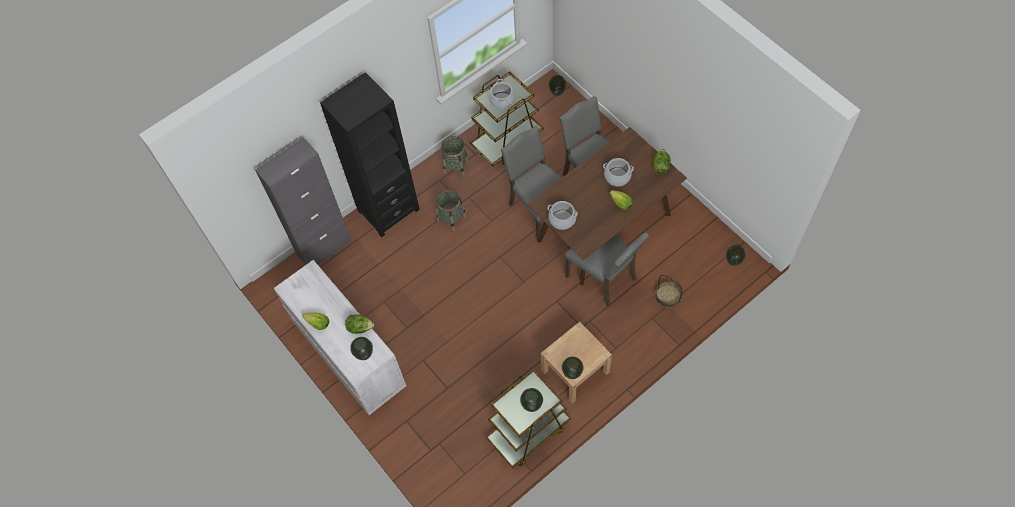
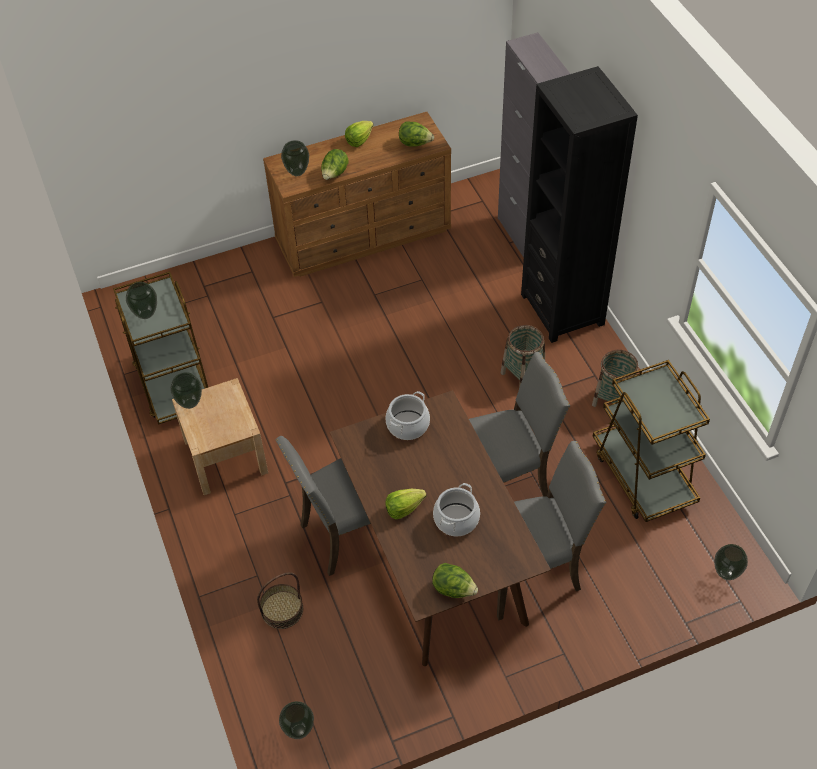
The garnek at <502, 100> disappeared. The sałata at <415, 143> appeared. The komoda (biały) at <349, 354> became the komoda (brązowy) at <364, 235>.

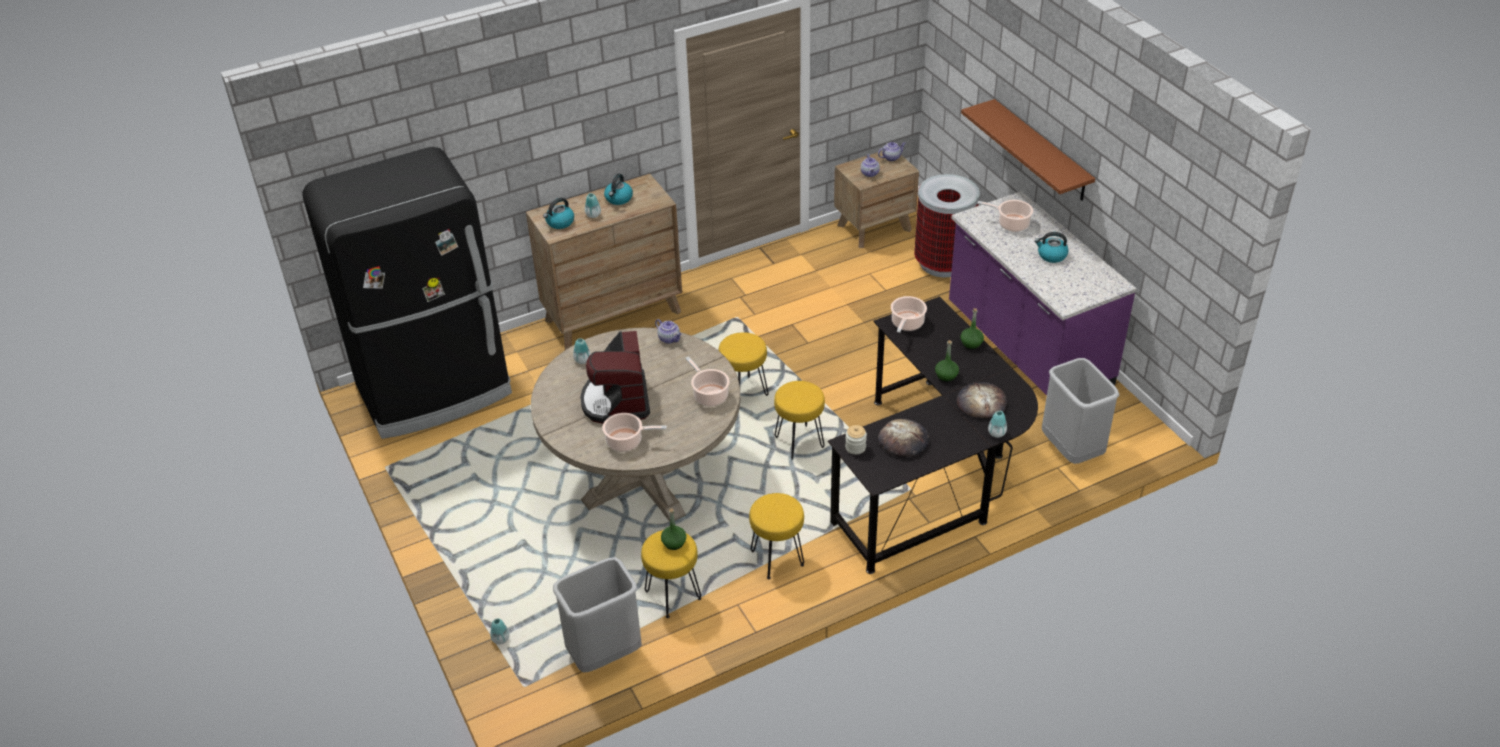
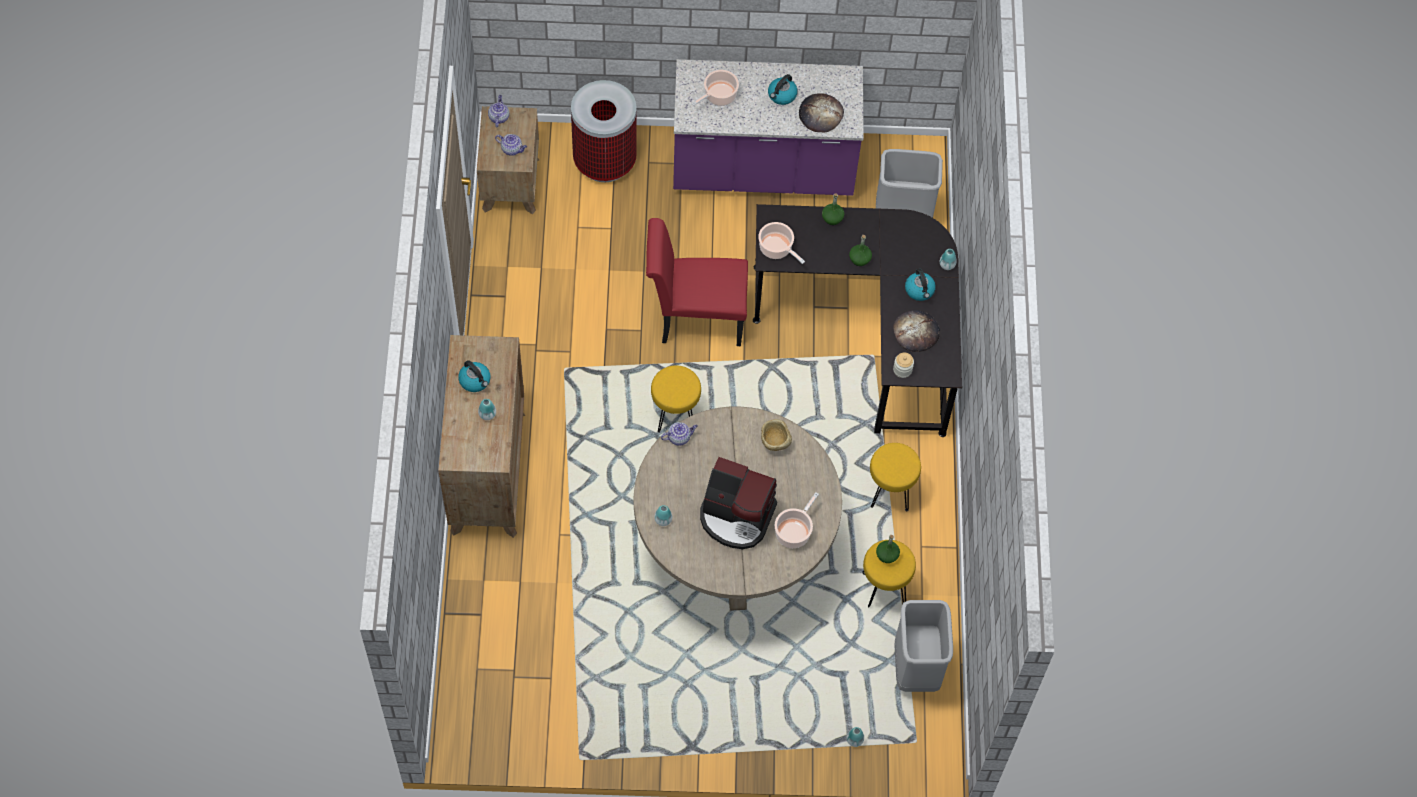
The lodówka (czarny) at <435, 391> disappeared. The stołek (żółty) at <800, 443> disappeared. The półka (brązowy) at <1041, 151> disappeared. The krzesło (czerwony) at <694, 318> appeared. The czajnik moved from <560, 222> to <919, 290>. The chleb moved from <981, 402> to <820, 114>. The garnek at <709, 395> was replaced by the miska (beżowy) at <775, 442>.

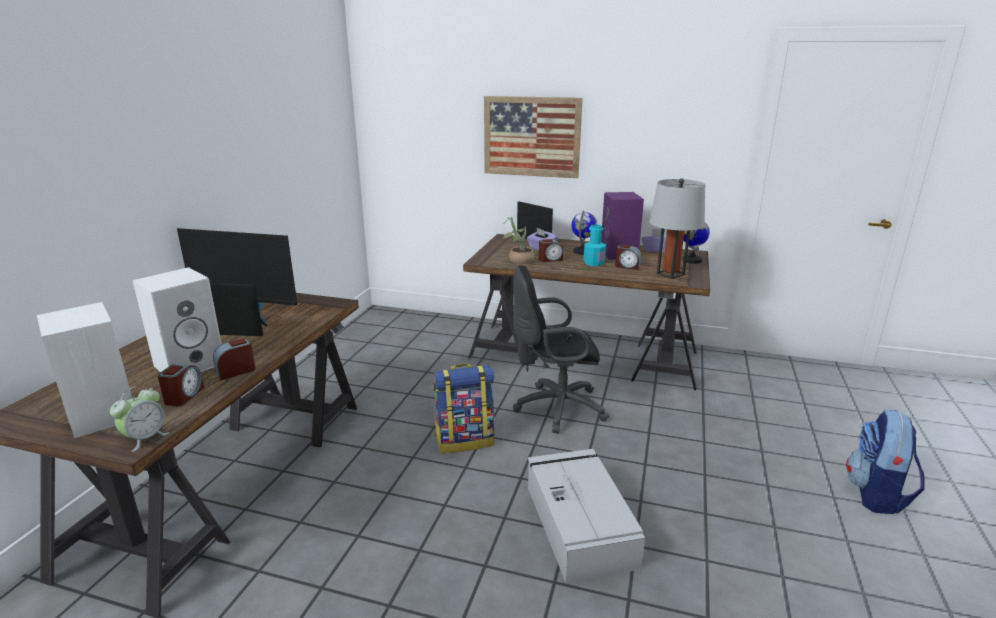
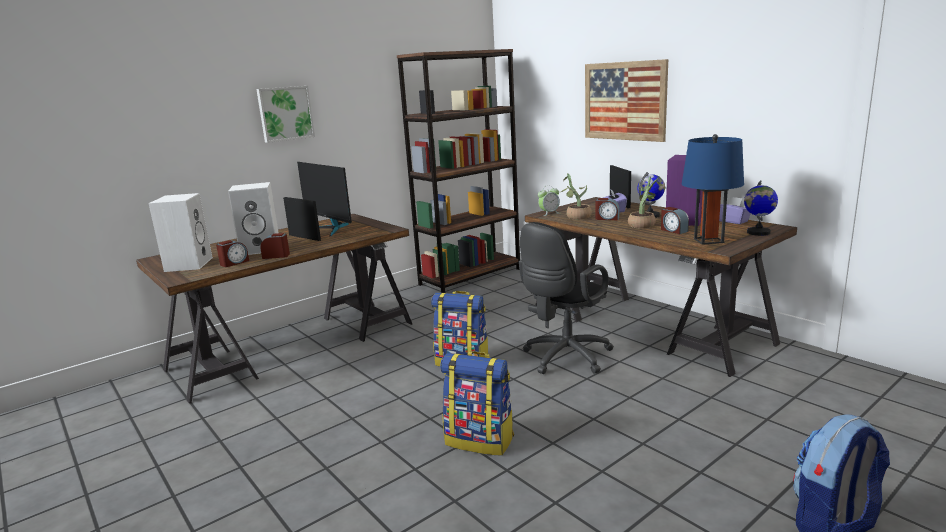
The obraz at <285, 113> appeared. The regał (brązowy) at <470, 276> appeared. The budzik moved from <145, 438> to <549, 213>. The pojemnik do przechowywania (szary) at <579, 523> was replaced by the plecak at <480, 440>. The butelka (turkusowy) at <593, 263> was replaced by the roślina doniczkowa at <644, 225>. The lampa stołowa (szary) at <670, 274> became the lampa stołowa (niebieski) at <708, 240>. The krzesło biurowe (czarny) at <555, 408> turned 75 degrees counterclockwise.

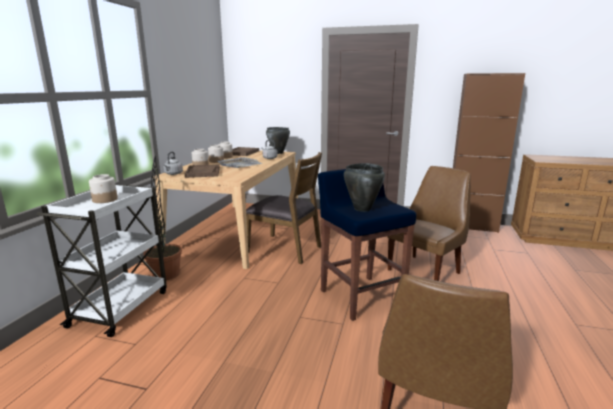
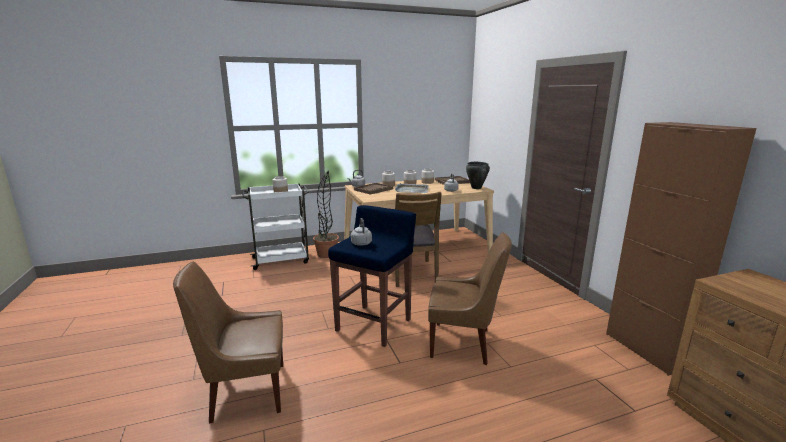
The garnek (czarny) at <362, 209> was replaced by the czajnik (szary) at <361, 243>.

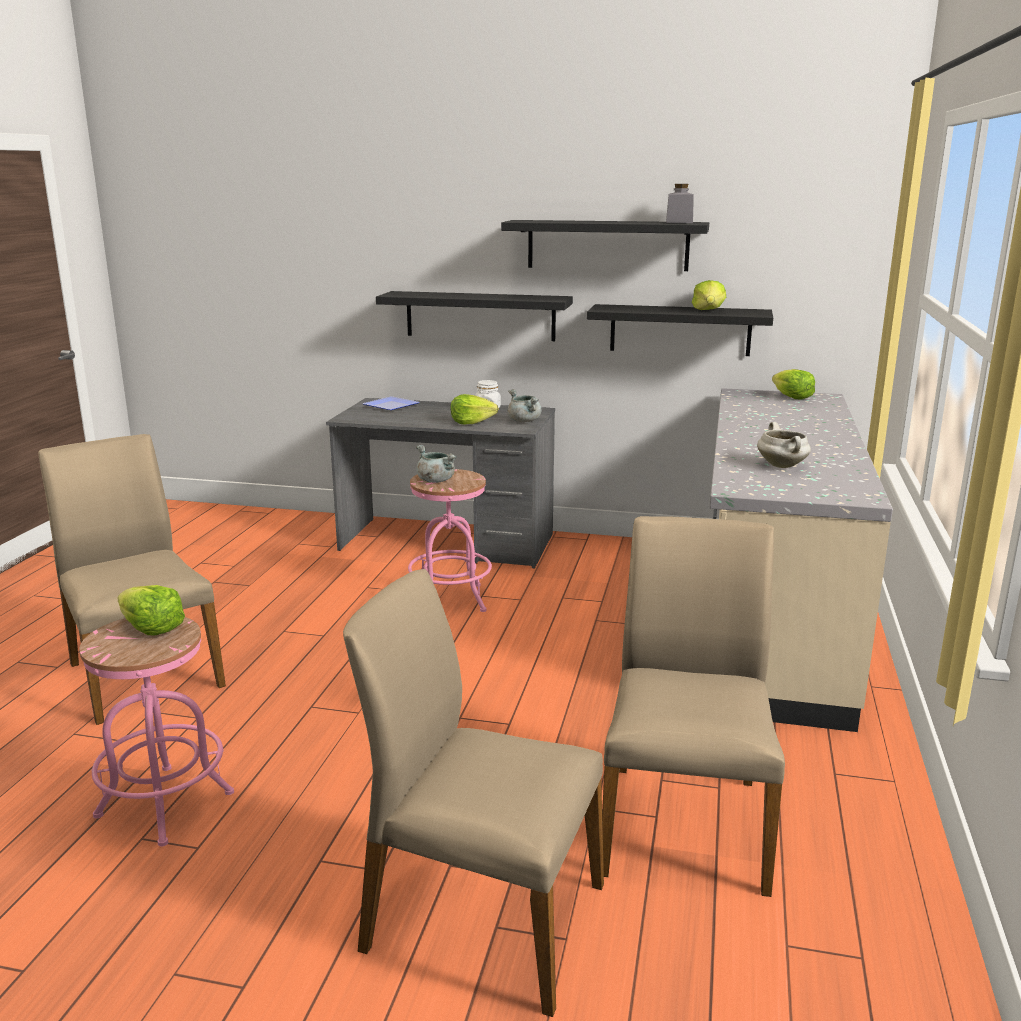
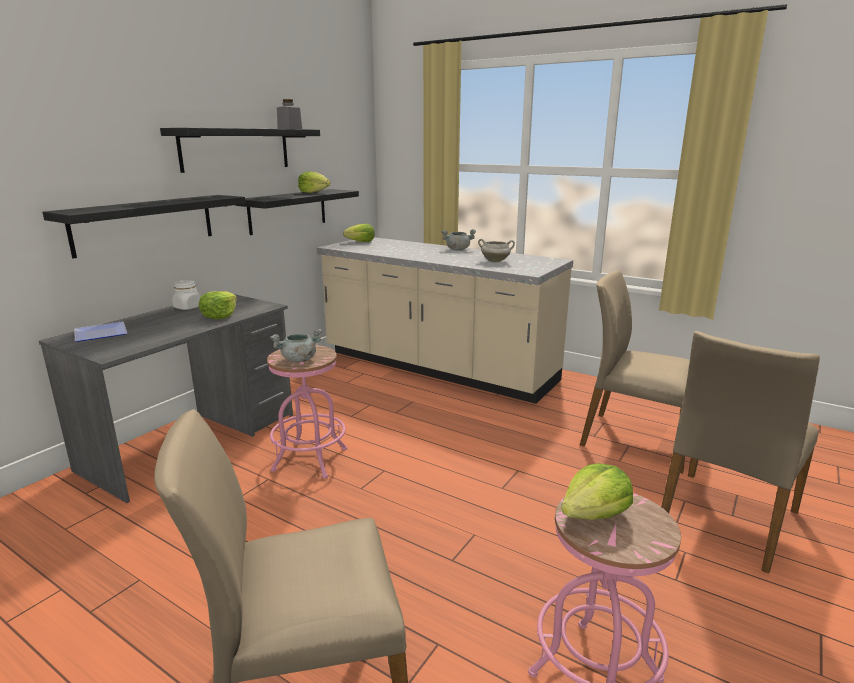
The garnek (szary) moved from <524, 421> to <458, 249>.

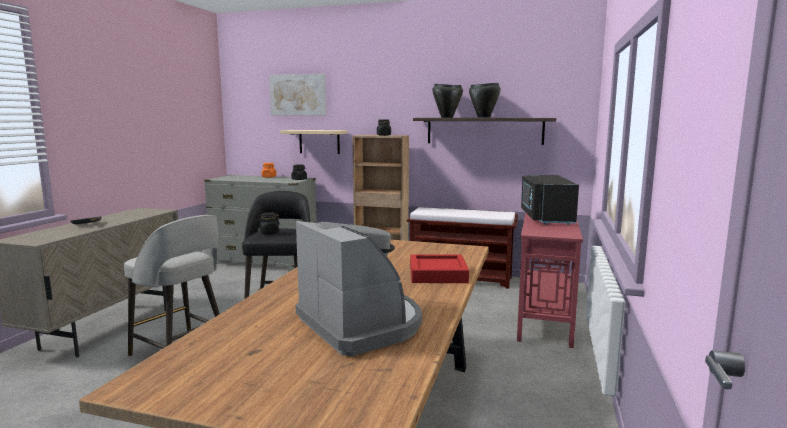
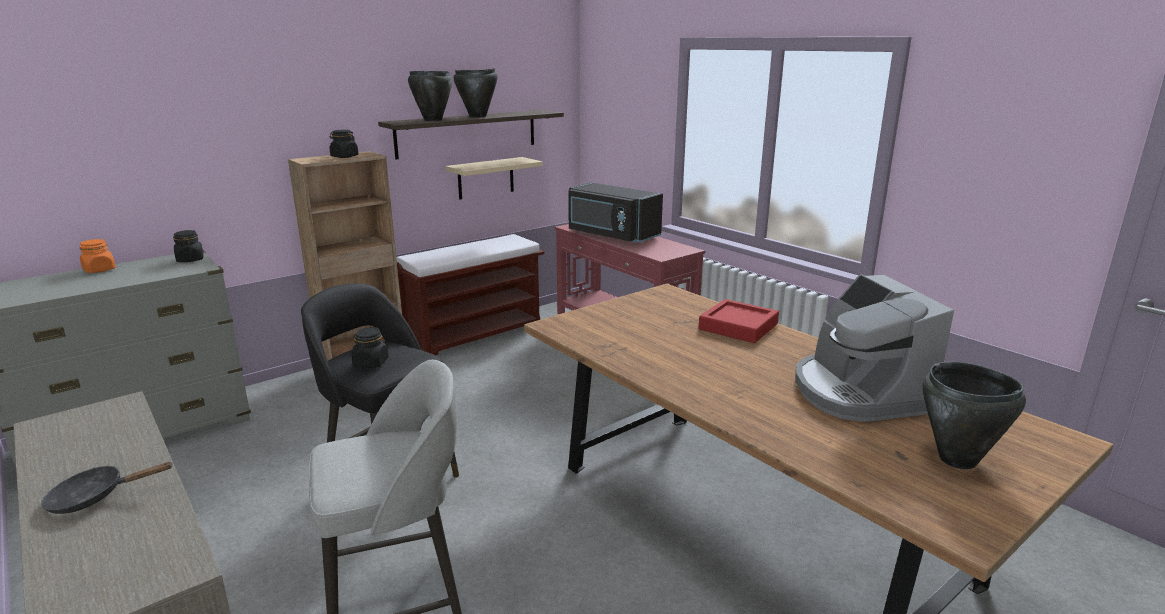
The obraz at <298, 95> disappeared. The garnek (czarny) at <957, 460> appeared. The półka (beżowy) moved from <319, 141> to <486, 178>. The ekspres do kawy at <361, 324> turned 105 degrees counterclockwise.

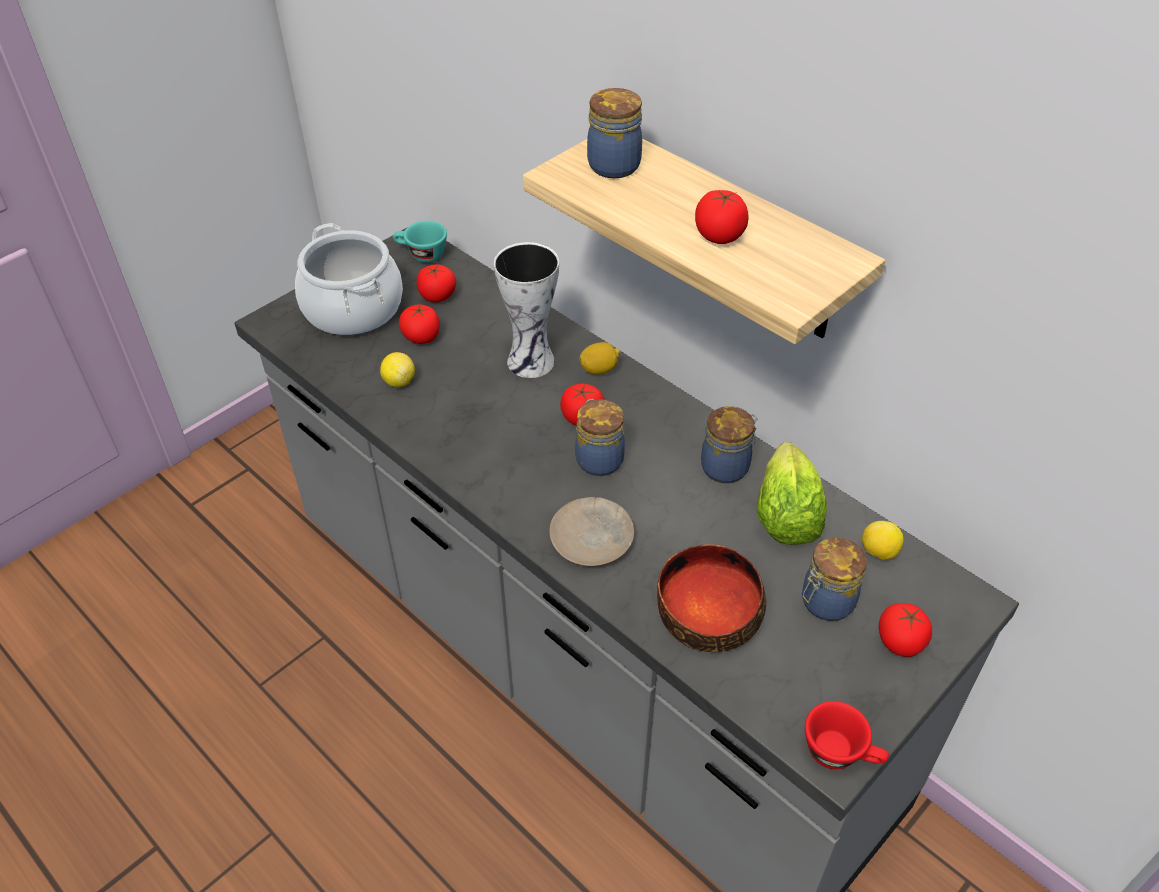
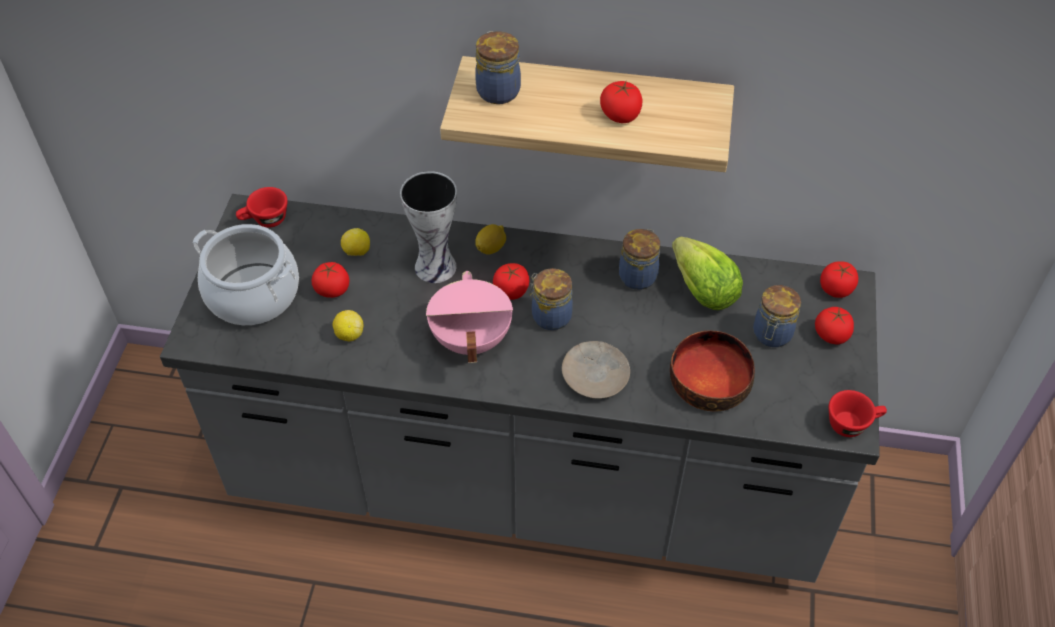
The garnek (różowy) at <469, 339> appeared. The pomidor moved from <437, 296> to <836, 289>. The cytryna moved from <878, 552> to <357, 252>. The filiżanka (turkusowy) at <421, 255> became the filiżanka (czerwony) at <265, 220>.

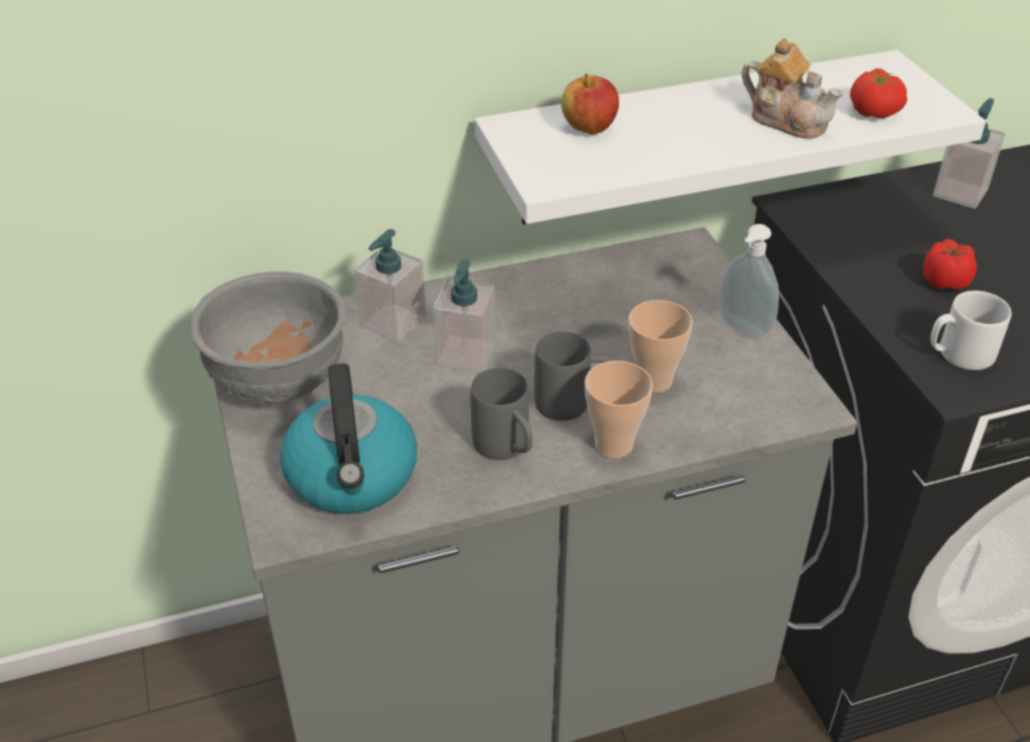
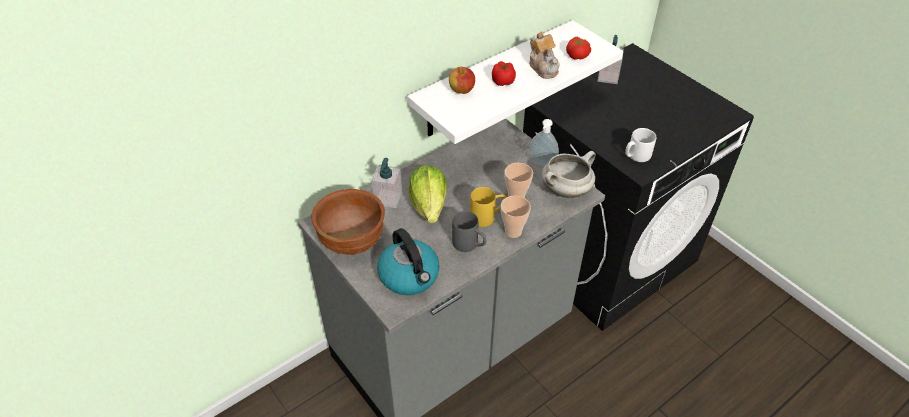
The garnek (biały) at <566, 190> appeared. The pomidor moved from <944, 281> to <502, 81>. The dozownik mydła at <466, 354> was replaced by the sałata at <429, 206>. The miska (szary) at <281, 383> became the miska (brązowy) at <353, 241>. The kubek (szary) at <574, 403> became the kubek (żółty) at <488, 217>. The imbryk at <787, 119> turned 45 degrees clockwise.

